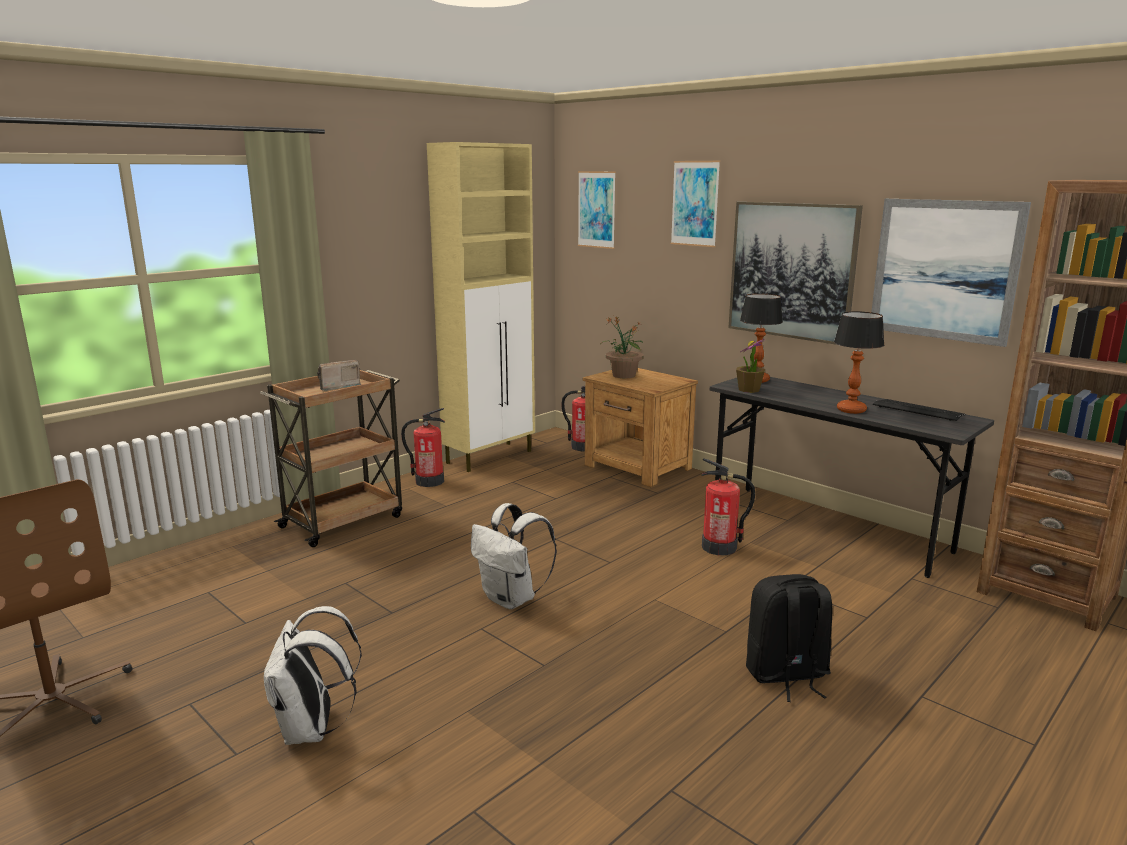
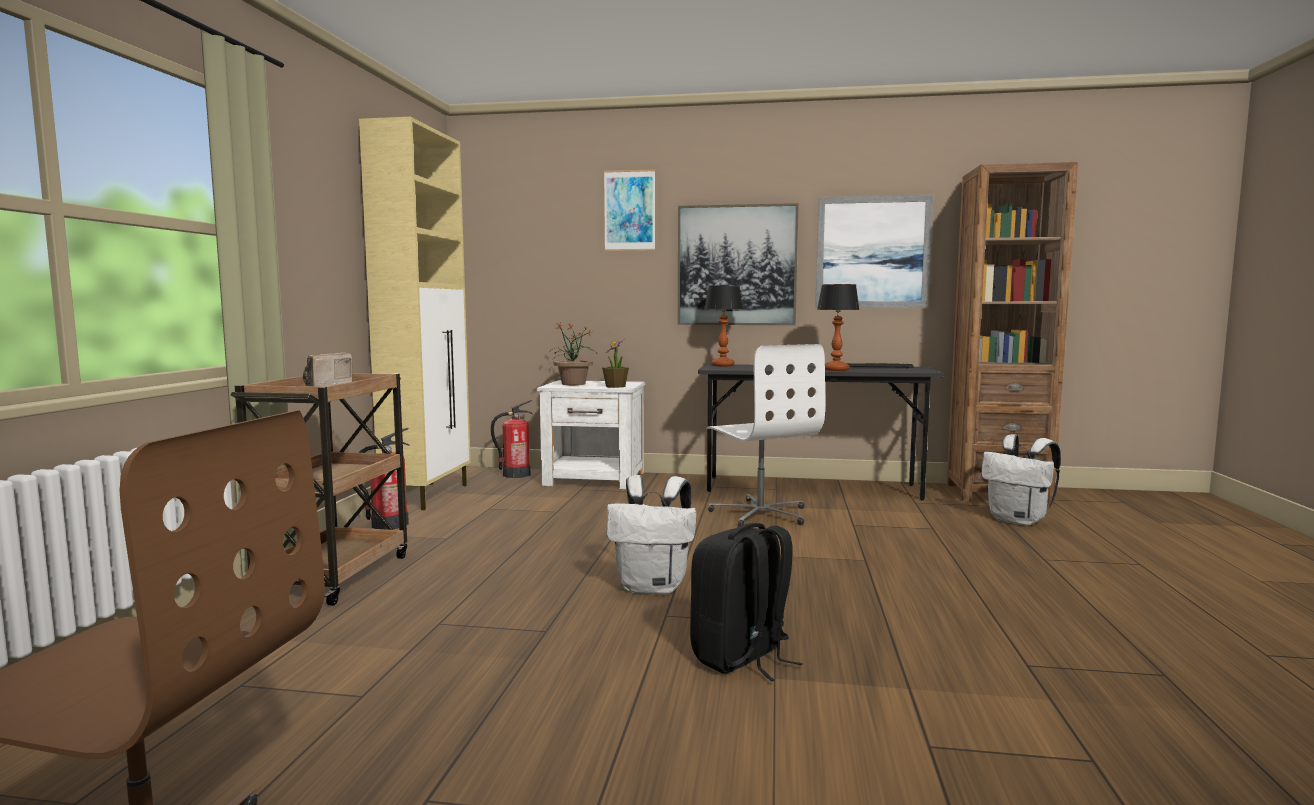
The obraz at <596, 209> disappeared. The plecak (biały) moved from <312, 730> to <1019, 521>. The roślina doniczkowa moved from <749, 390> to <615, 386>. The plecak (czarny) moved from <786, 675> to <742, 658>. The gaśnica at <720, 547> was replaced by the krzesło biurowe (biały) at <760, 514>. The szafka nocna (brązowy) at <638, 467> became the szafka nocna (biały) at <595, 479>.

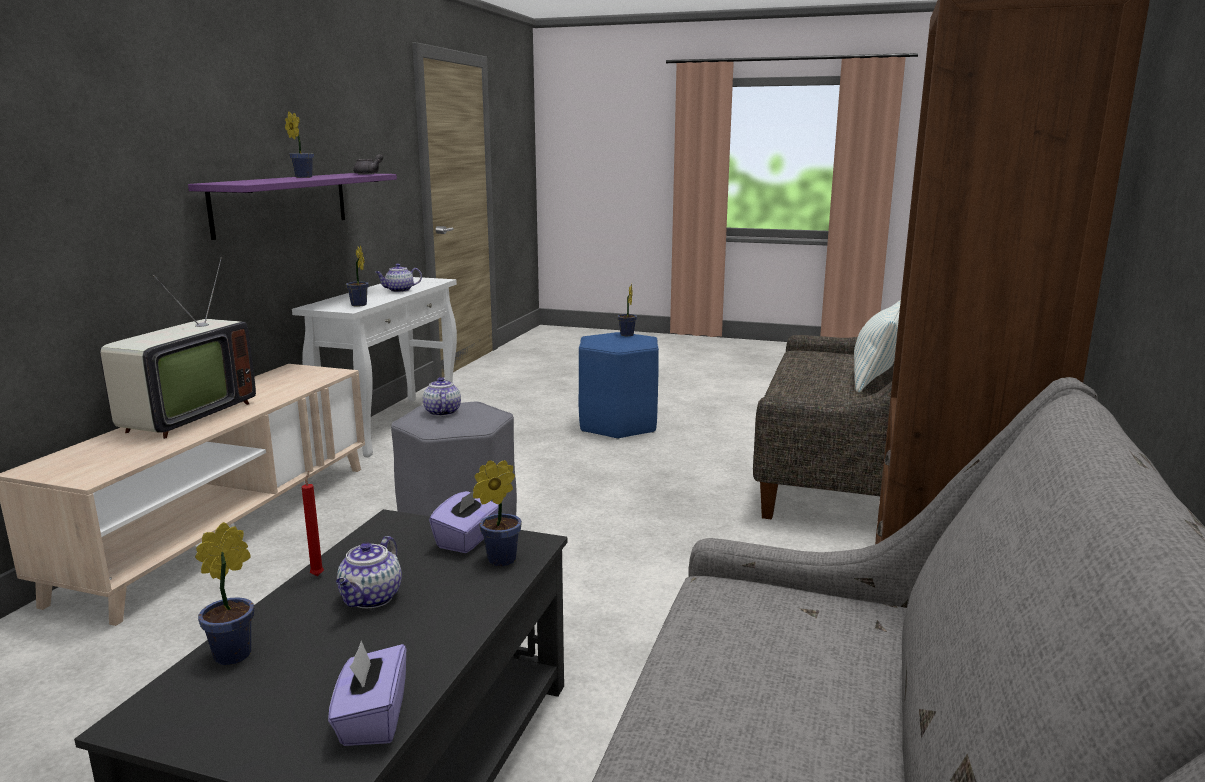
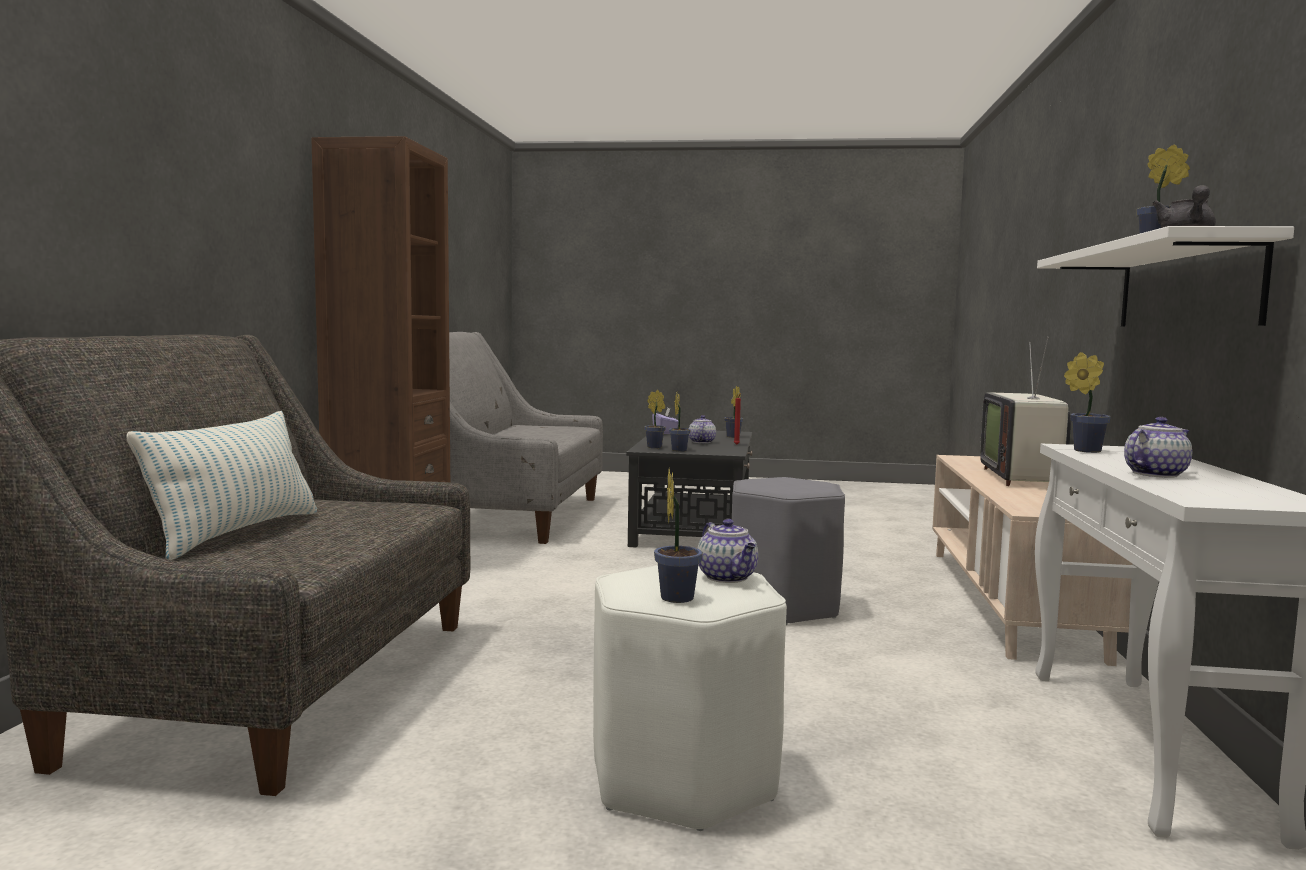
The imbryk moved from <442, 412> to <728, 578>. The pudełko chusteczek (fioletowy) at <467, 540> was replaced by the roślina doniczkowa at <679, 450>. The półka (fioletowy) at <282, 203> became the półka (biały) at <1185, 286>. The stołek (niebieski) at <618, 425> became the stołek (biały) at <681, 780>.

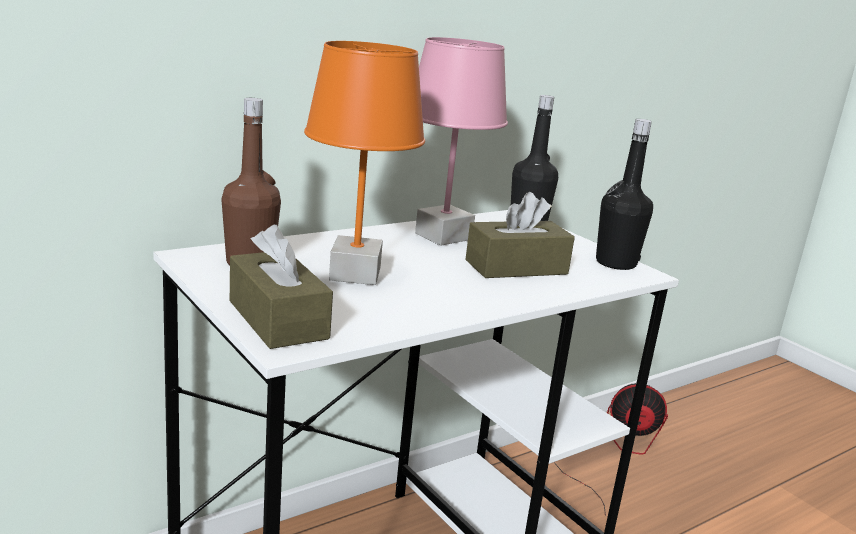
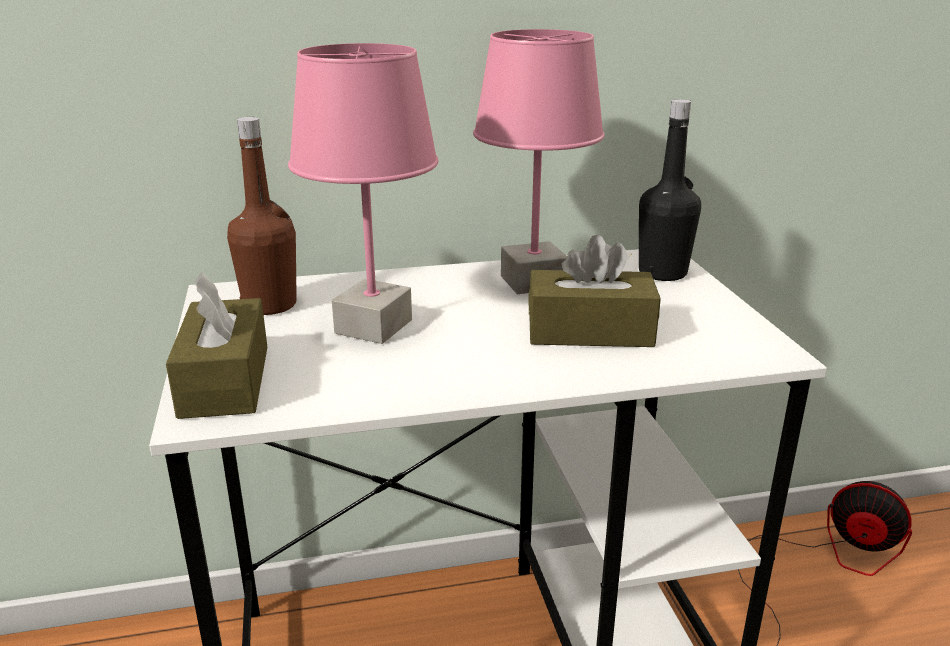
The butelka (czarny) at <615, 263> disappeared. The lampa stołowa (pomarańczowy) at <356, 274> became the lampa stołowa (różowy) at <374, 327>.

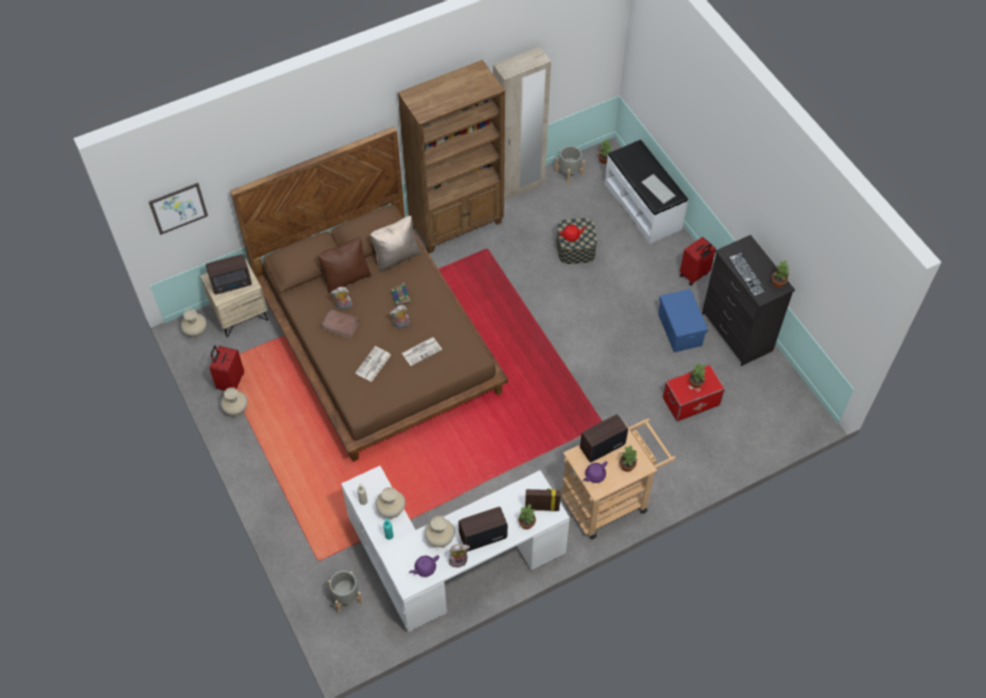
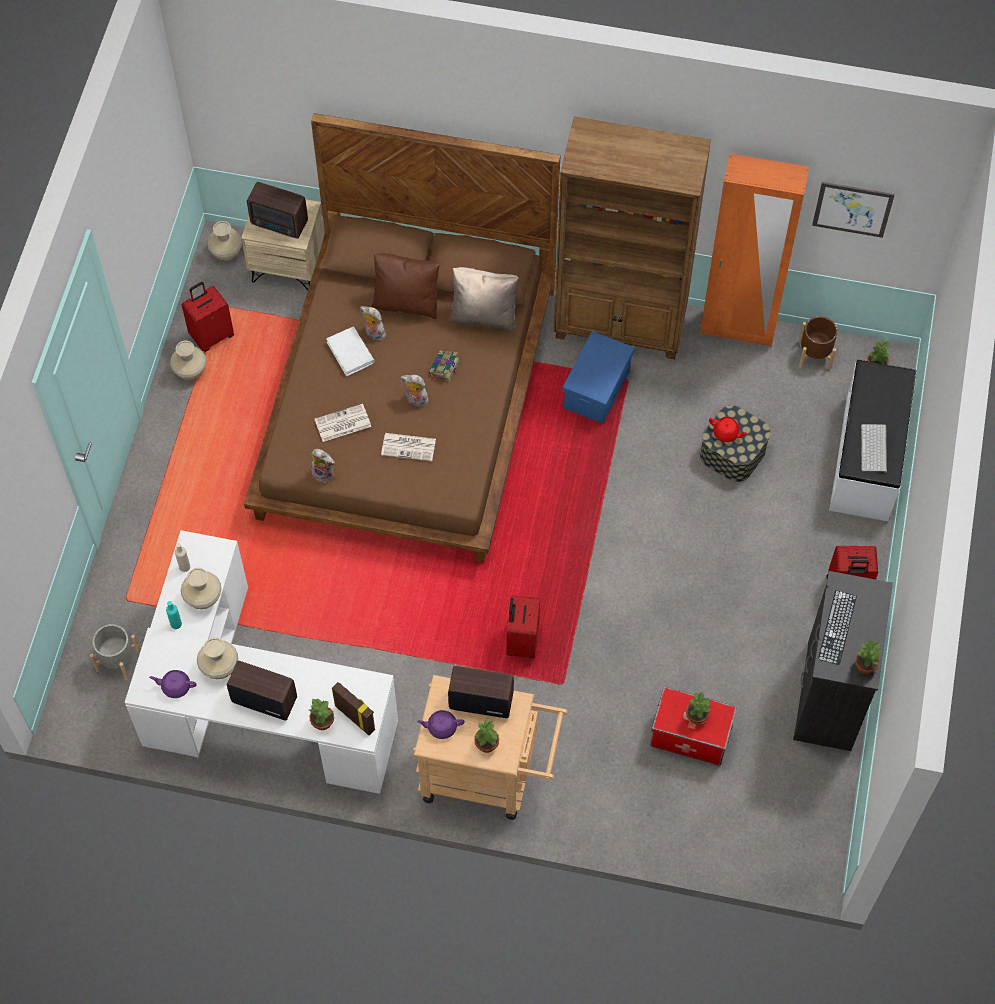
The walizka (czerwony) at <521, 641> appeared. The obraz moved from <178, 208> to <852, 209>. The pluszak moved from <458, 560> to <324, 473>. The pojemnik do przechowywania (niebieski) moved from <680, 330> to <597, 390>. The książka (brązowy) at <340, 325> became the książka (biały) at <350, 353>. The szafa (beżowy) at <519, 187> became the szafa (pomarańczowy) at <737, 329>. The donica (szary) at <569, 174> became the donica (brązowy) at <814, 354>.

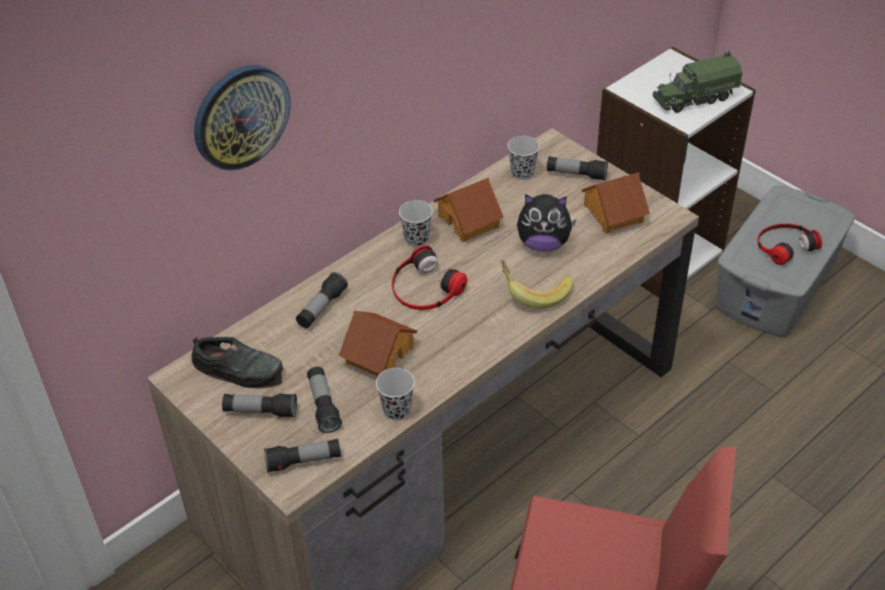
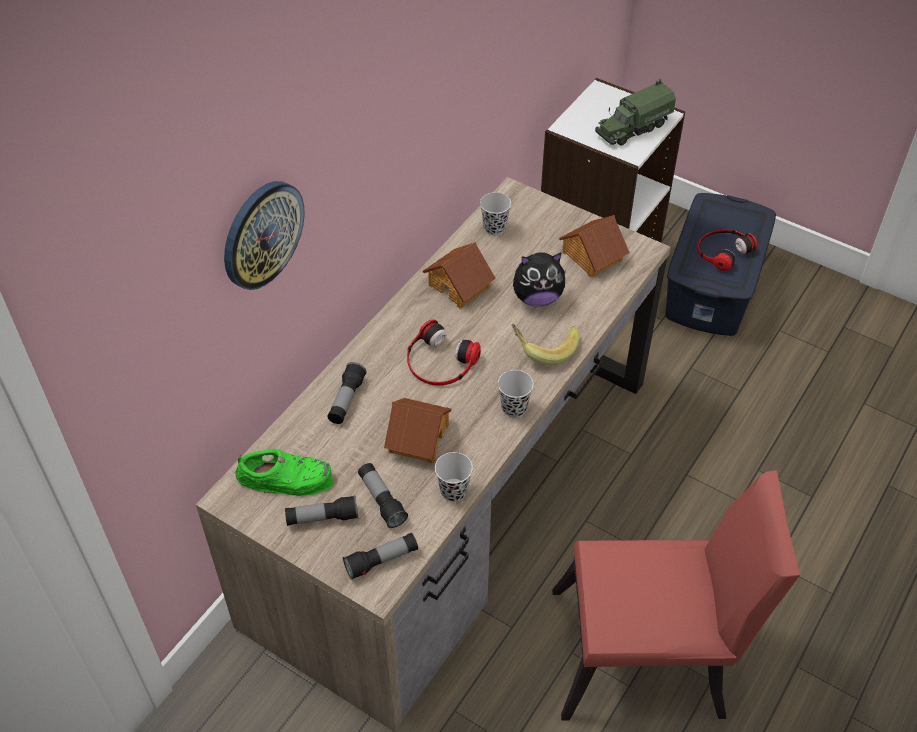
The latarka at <576, 174> disappeared. The filiżanka (czarny) moved from <417, 239> to <514, 408>. The but (czarny) at <239, 369> became the but (zielony) at <286, 478>. The pojemnik do przechowywania (szary) at <777, 285> became the pojemnik do przechowywania (niebieski) at <713, 286>.

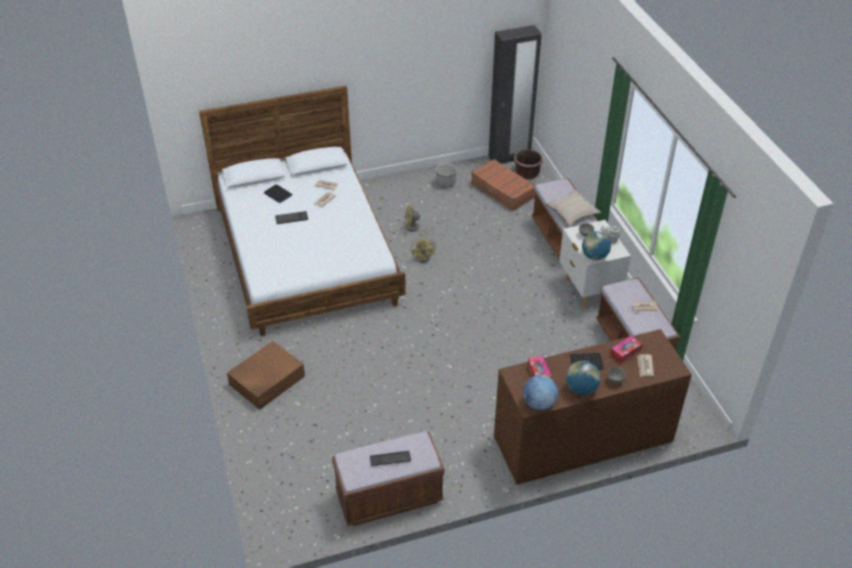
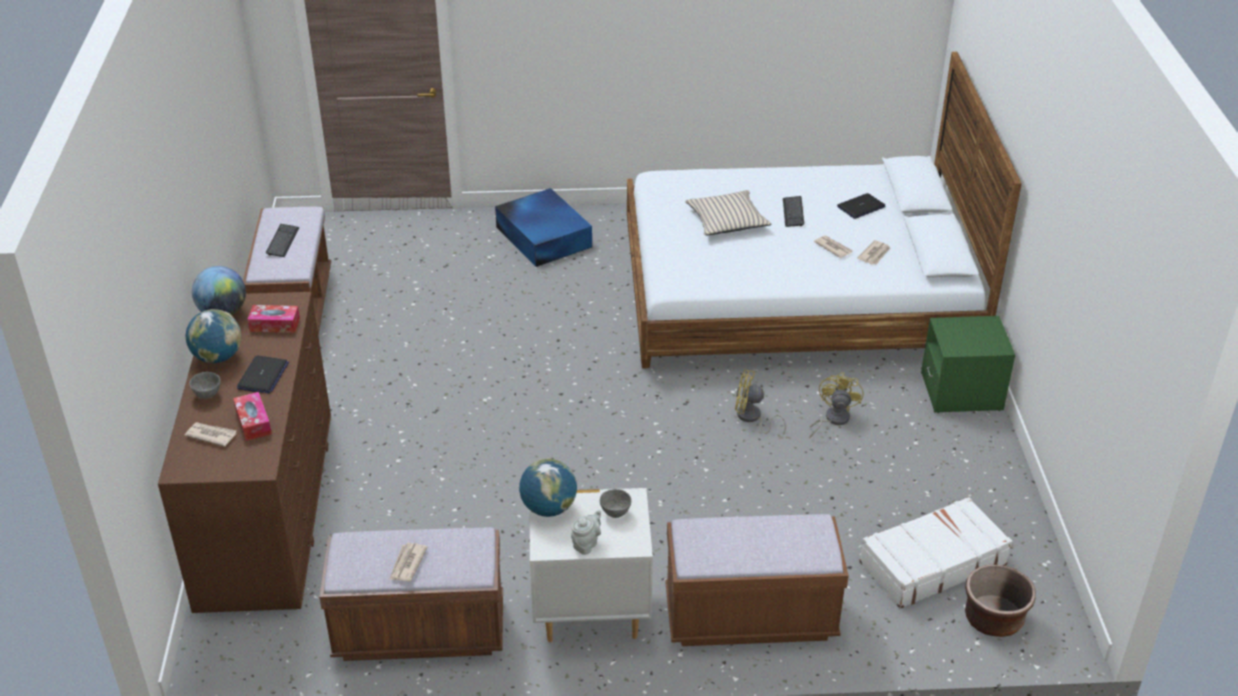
The donica at <445, 183> disappeared. The szafa (czarny) at <509, 157> disappeared. The szafka nocna (zielony) at <961, 392> appeared. The poduszka (beżowy) moved from <572, 212> to <726, 221>. The pojemnik do przechowywania (brązowy) at <266, 381> became the pojemnik do przechowywania (niebieski) at <543, 236>. The walizka (brązowy) at <502, 191> became the walizka (biały) at <931, 563>.

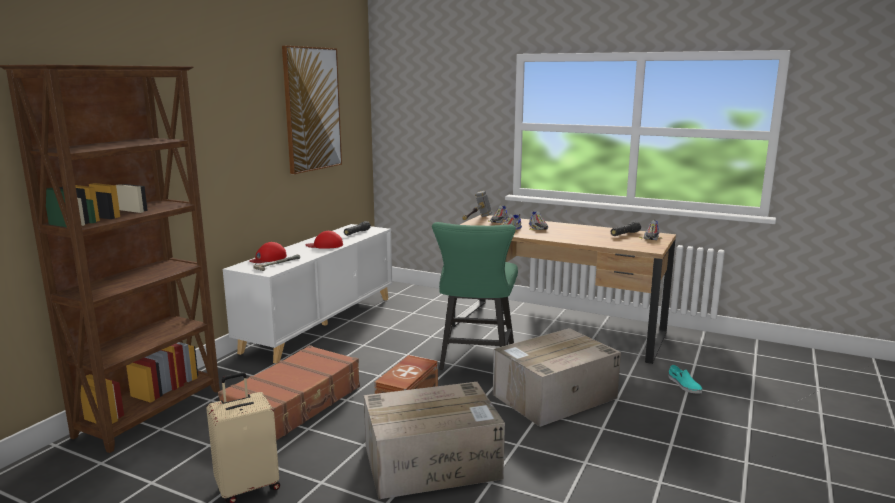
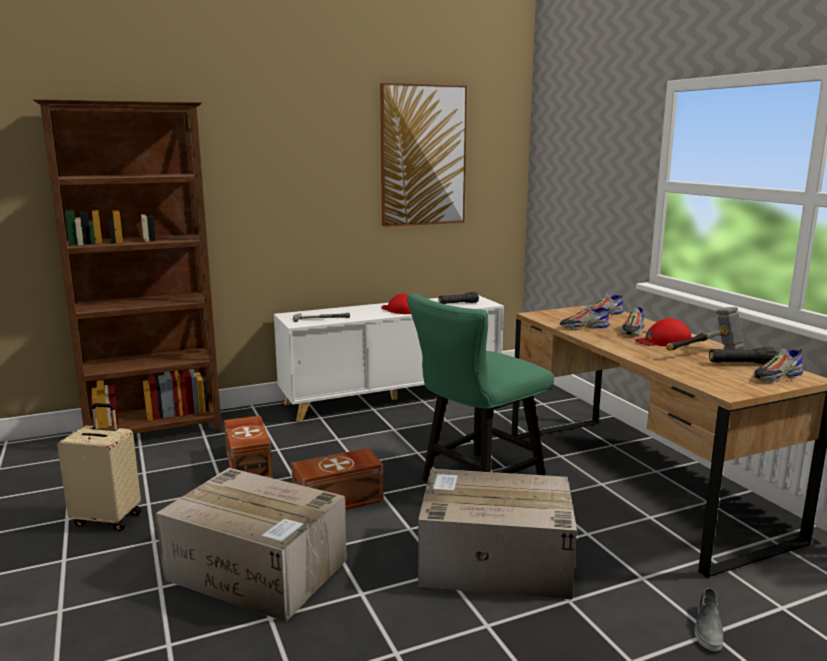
The czapka z daszkiem (czerwony) moved from <268, 258> to <663, 341>. The młotek moved from <476, 220> to <704, 354>. The walizka (brązowy) at <295, 405> was replaced by the pojemnik do przechowywania (brązowy) at <249, 464>. The but (turkusowy) at <684, 385> became the but (szary) at <708, 628>.

